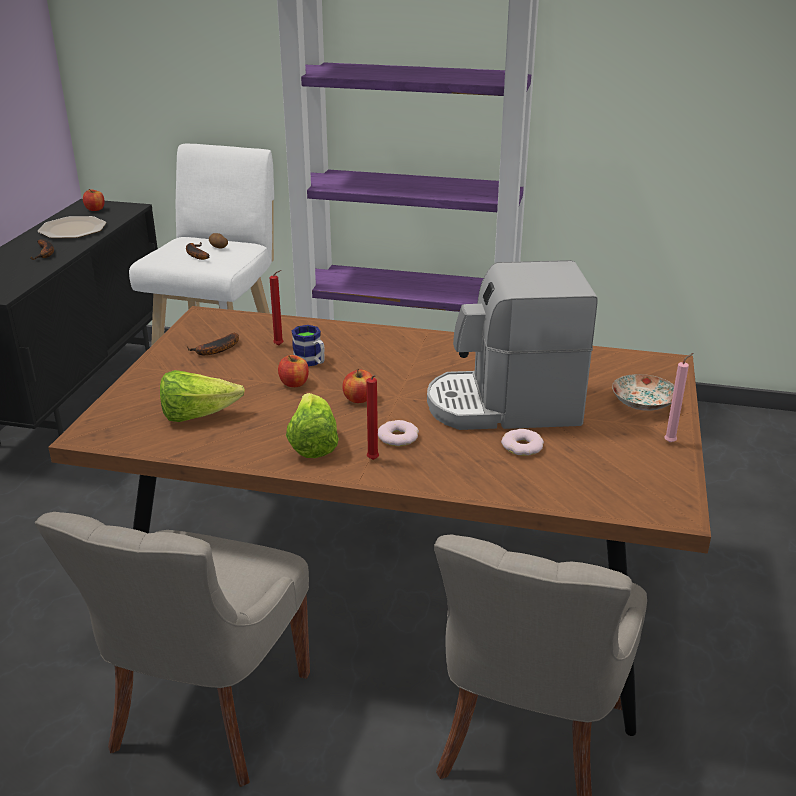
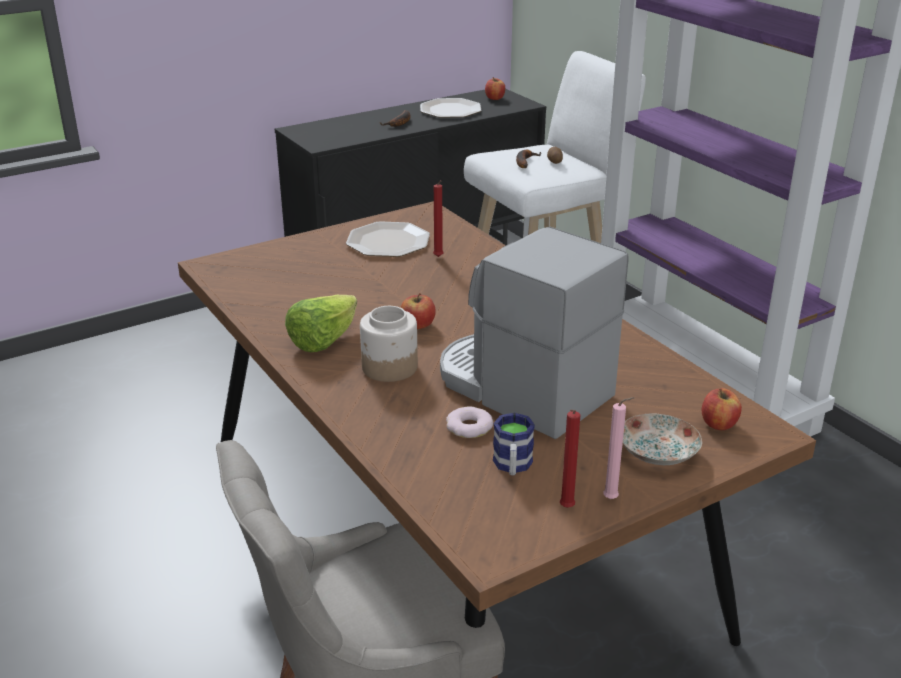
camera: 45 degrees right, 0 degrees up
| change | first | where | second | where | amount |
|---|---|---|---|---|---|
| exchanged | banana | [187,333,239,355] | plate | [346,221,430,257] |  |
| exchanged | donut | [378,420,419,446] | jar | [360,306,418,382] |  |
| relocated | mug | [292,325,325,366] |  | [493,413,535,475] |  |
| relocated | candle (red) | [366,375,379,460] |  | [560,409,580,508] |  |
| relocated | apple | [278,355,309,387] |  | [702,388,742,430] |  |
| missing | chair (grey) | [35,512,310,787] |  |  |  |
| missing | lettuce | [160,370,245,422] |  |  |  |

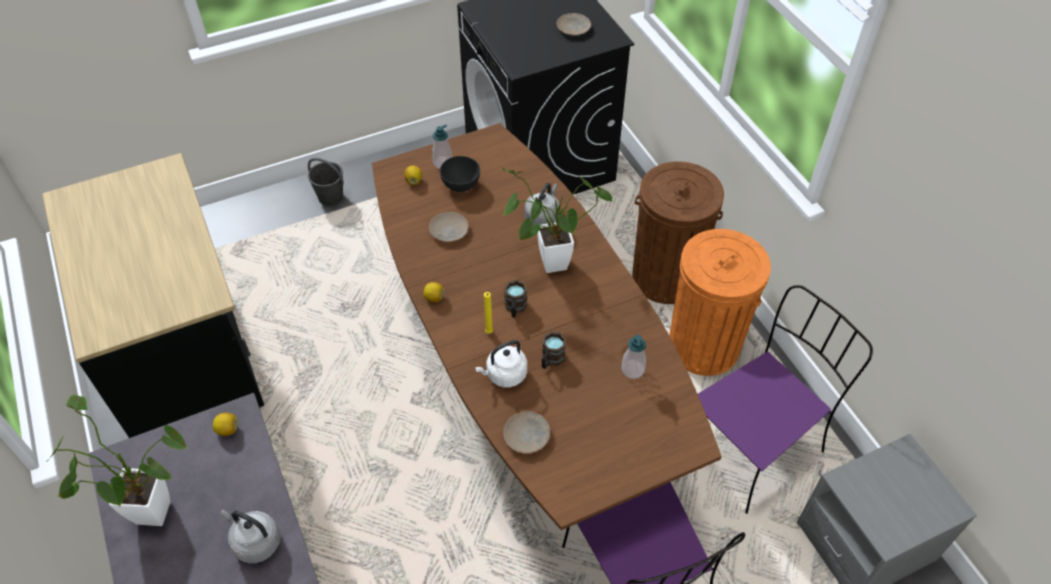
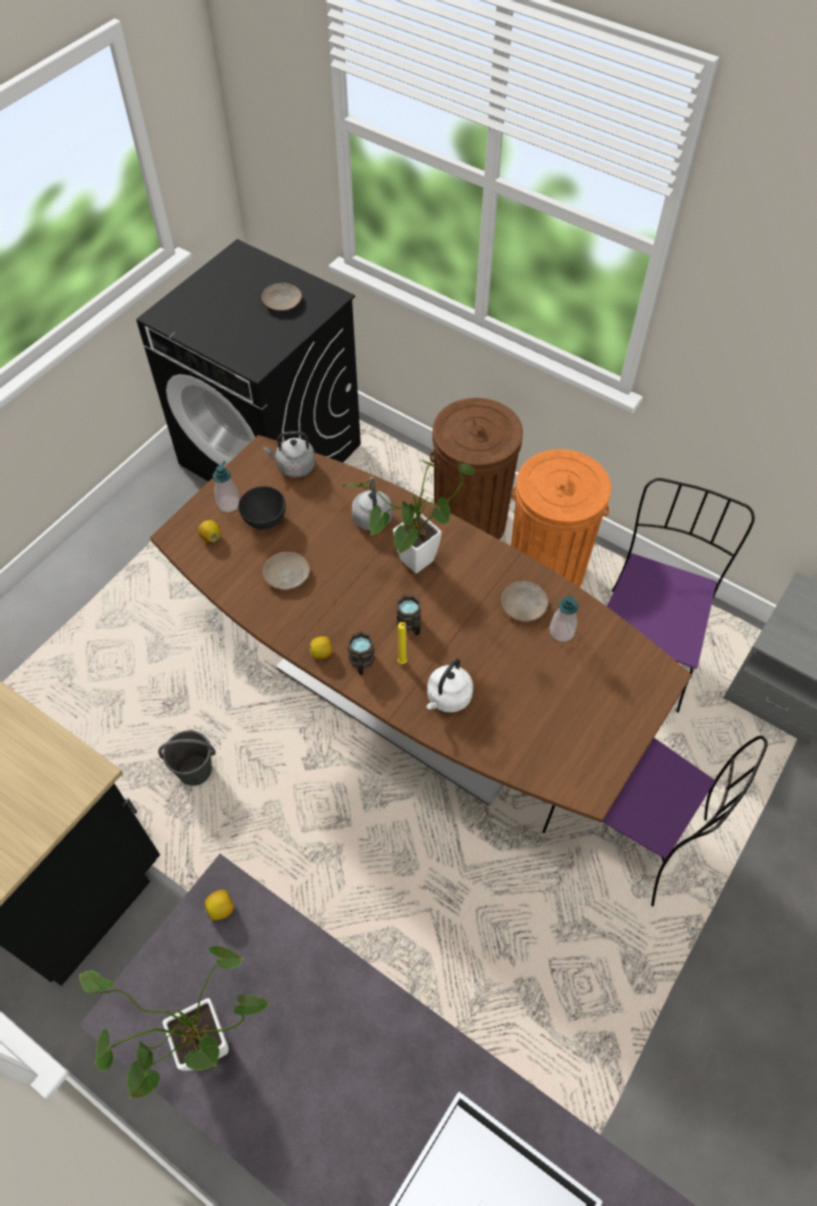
camera: 30 degrees left, 5 degrees up
| change | first | where | second | where | amount |
|---|---|---|---|---|---|
| relocated | bucket (grey) | [308,158,344,206] |  | [158,730,216,786] |  |
| relocated | kettle (grey) | [221,510,280,563] |  | [263,431,316,478] |  |
| relocated | mug (brown) | [542,332,566,369] |  | [347,631,375,675] |  |
| relocated | plate (beige) | [503,411,550,453] |  | [501,581,548,622] |  |

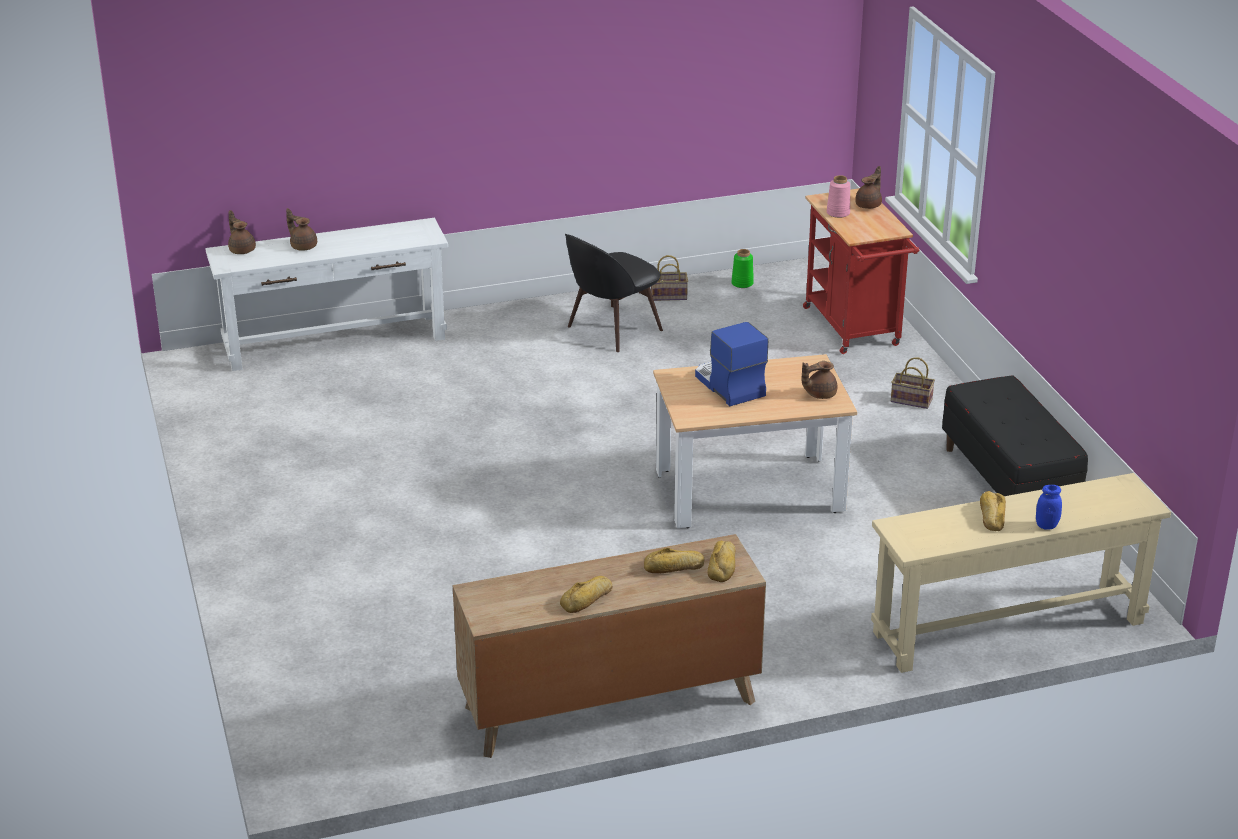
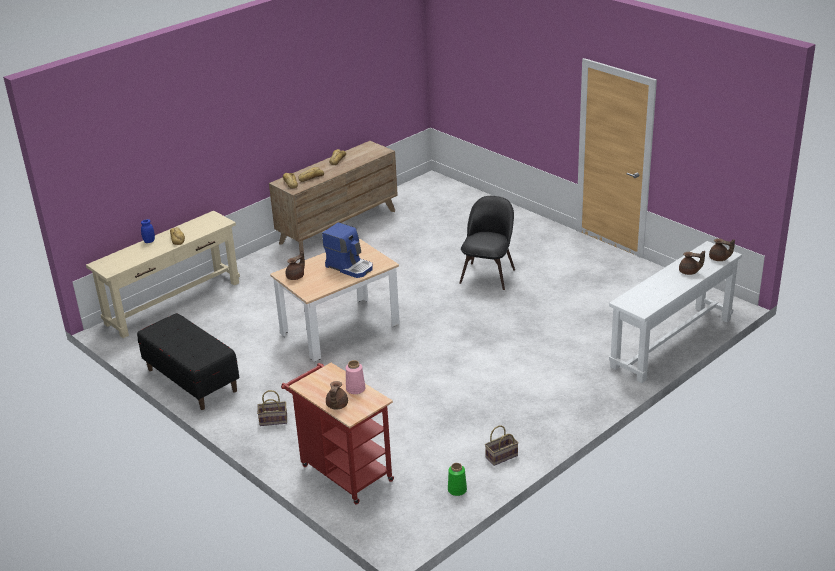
camera: 155 degrees right, 0 degrees up
| change | first | where | second | where | amount |
|---|---|---|---|---|---|
| relocated | chair (black) | [565,234,663,352] |  | [459,196,515,290] |  |

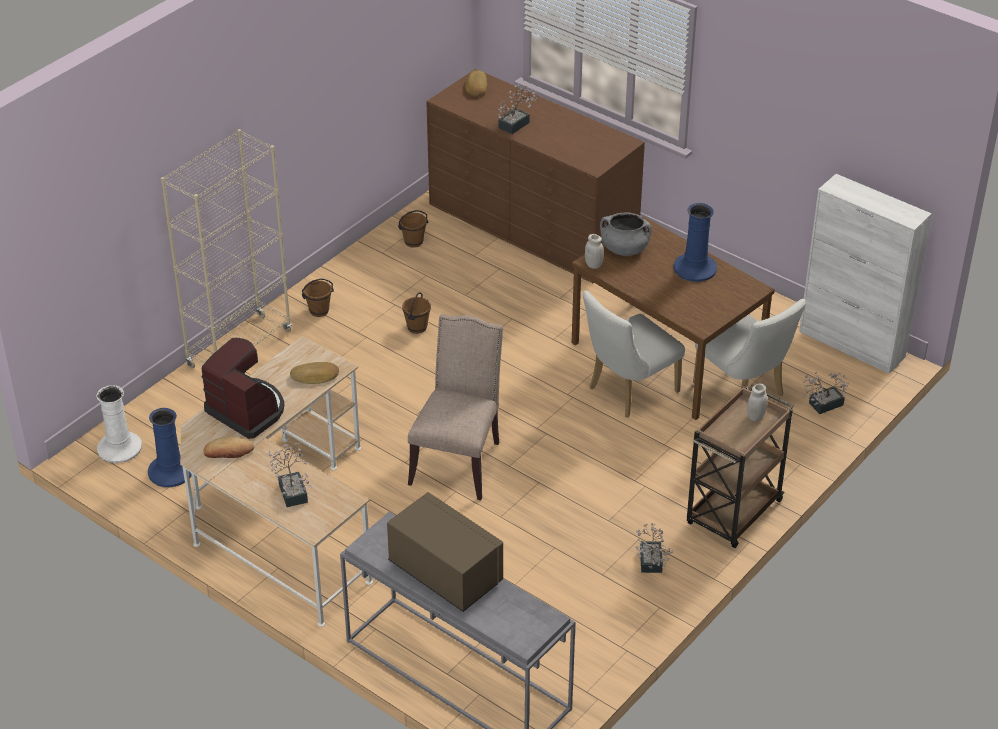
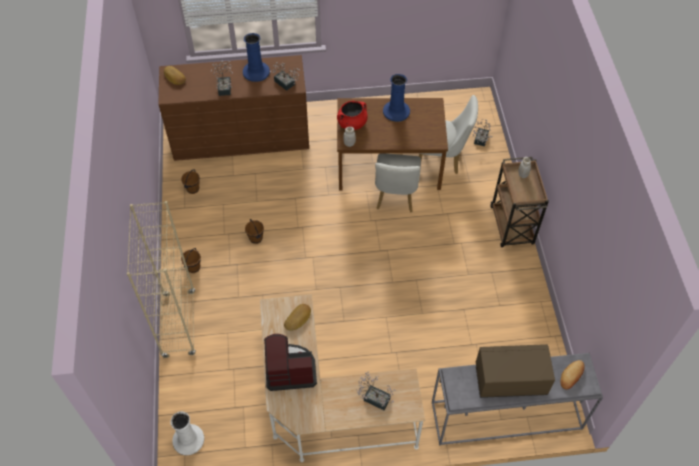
camera: 45 degrees left, 15 degrees up
| change | first | where | second | where | amount |
|---|---|---|---|---|---|
| relocated | vase (blue) | [148,408,192,488] |  | [243,33,270,82] |  |
| relocated | potted plant | [635,523,674,573] |  | [270,62,300,91] |  |
| colour | cooking pot (grey) | [600,212,652,256] | cooking pot (red) | [337,101,368,130] |  |
| relocated | bread | [203,437,255,458] |  | [560,360,585,389] |  |
| missing | chair (beige) | [408,314,503,500] |  |  |  |
| missing | cabinet (white) | [799,174,932,374] |  |  |  |

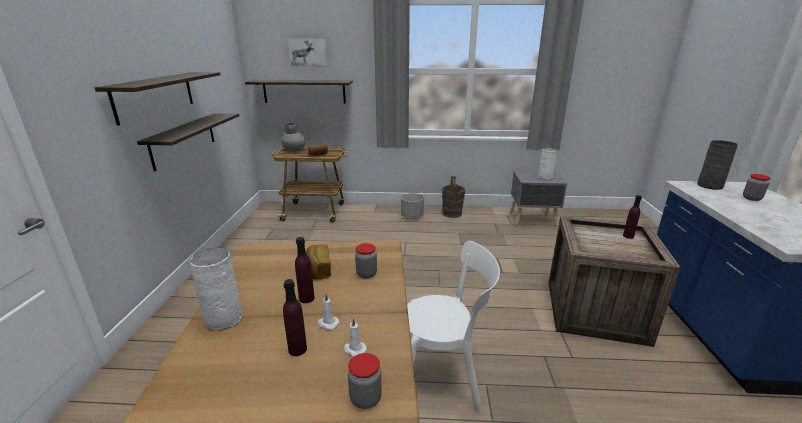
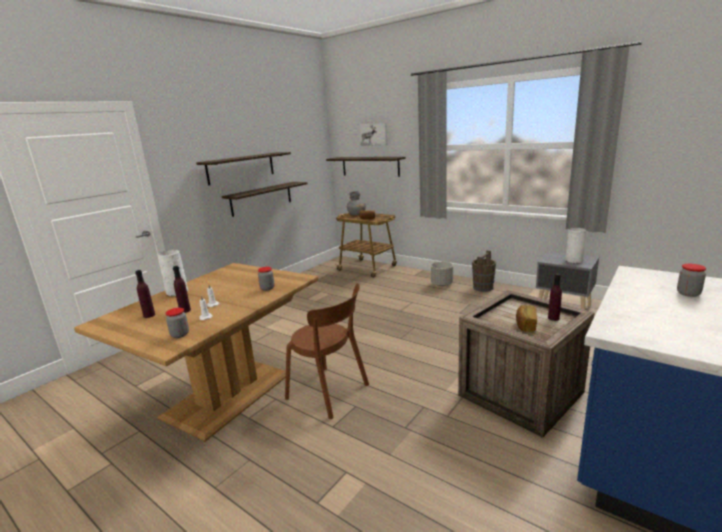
camera: 35 degrees right, 5 degrees down
| change | first | where | second | where | amount |
|---|---|---|---|---|---|
| relocated | bottle (purple) | [295,237,315,303] |  | [135,270,155,318] |  |
| colour | chair (white) | [407,241,500,413] | chair (brown) | [285,283,369,420] |  |
| relocated | bread | [306,244,331,280] |  | [516,305,537,332] |  |
| missing | vase (grey) | [697,140,738,190] |  |  |  |

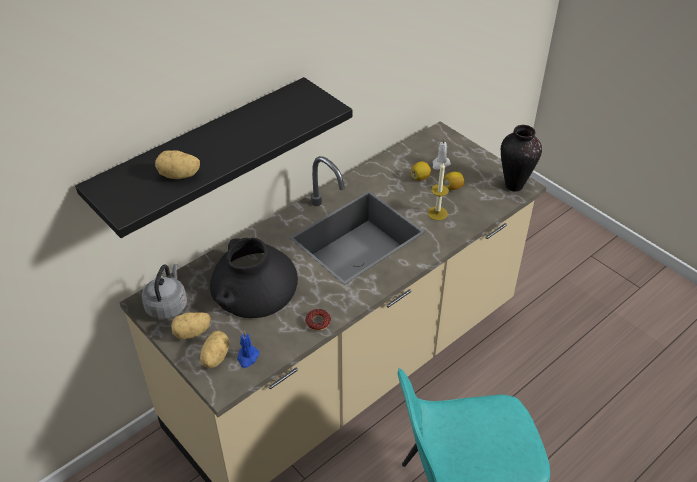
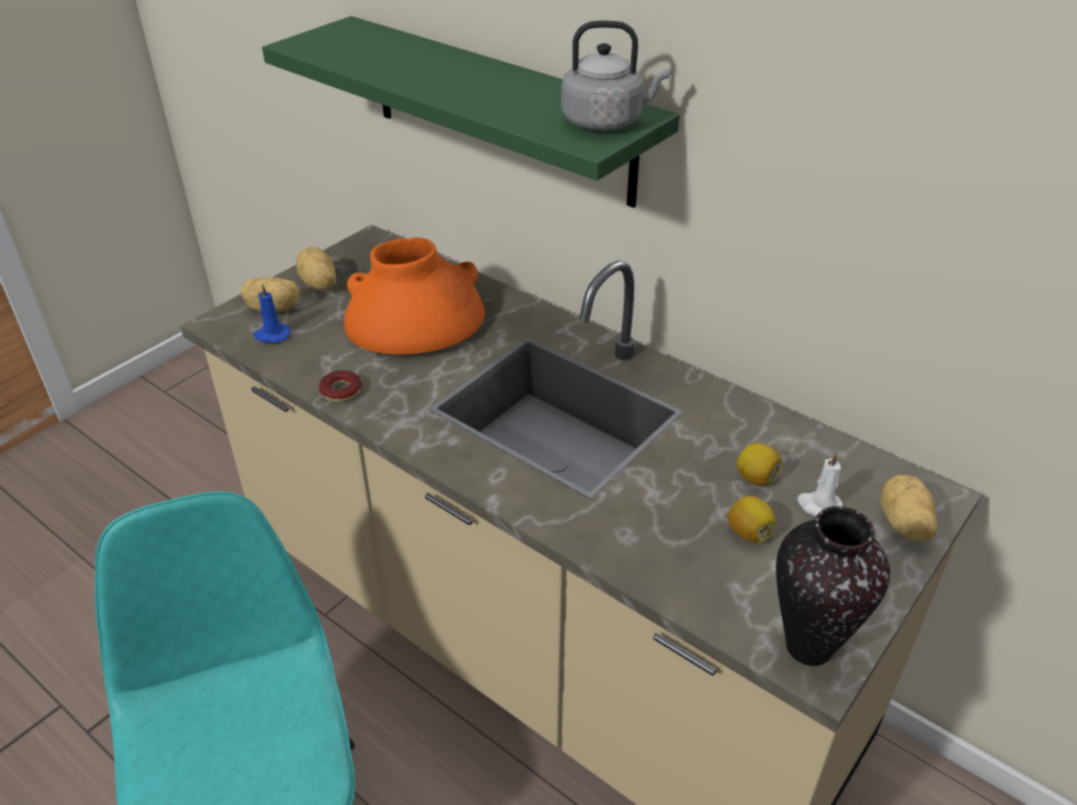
camera: 80 degrees right, 5 degrees down
| change | first | where | second | where | amount |
|---|---|---|---|---|---|
| colour | shelf (black) | [75,77,352,238] | shelf (green) | [262,16,680,208] |  |
| colour | vase (black) | [210,238,298,318] | vase (orange) | [344,238,485,355] |  |
| relocated | kettle (grey) | [142,264,187,320] |  | [561,21,670,131] |  |
| relocated | potato | [155,150,200,179] |  | [880,475,937,541] |  |
| missing | candle | [427,163,449,220] |  |  |  |

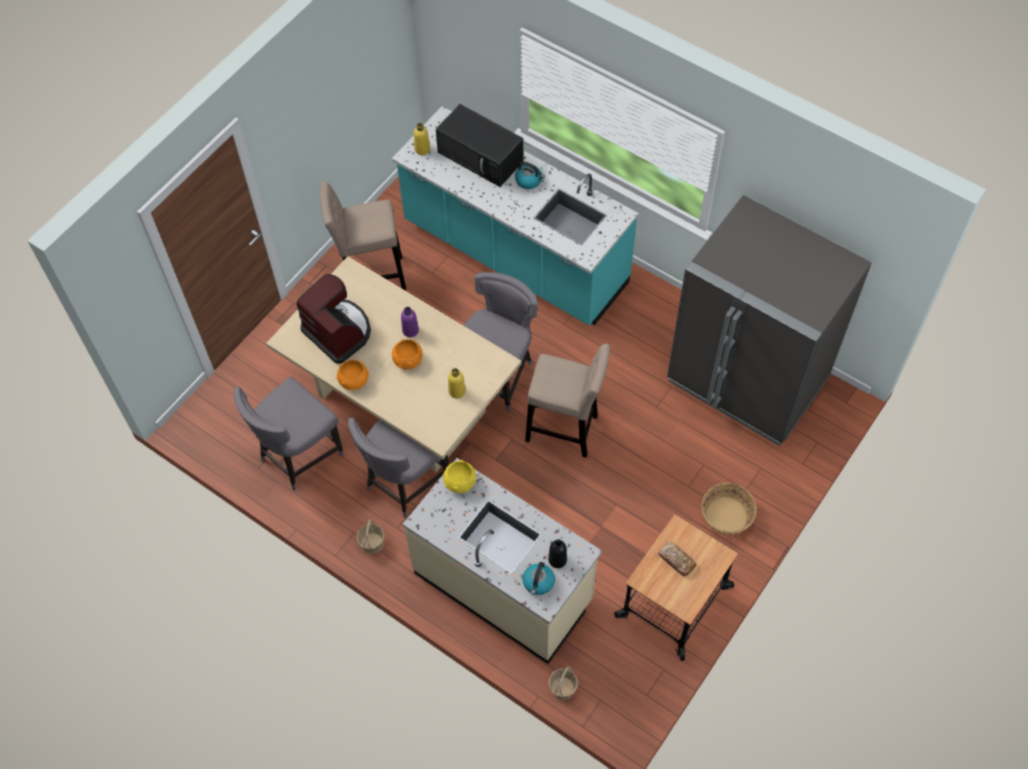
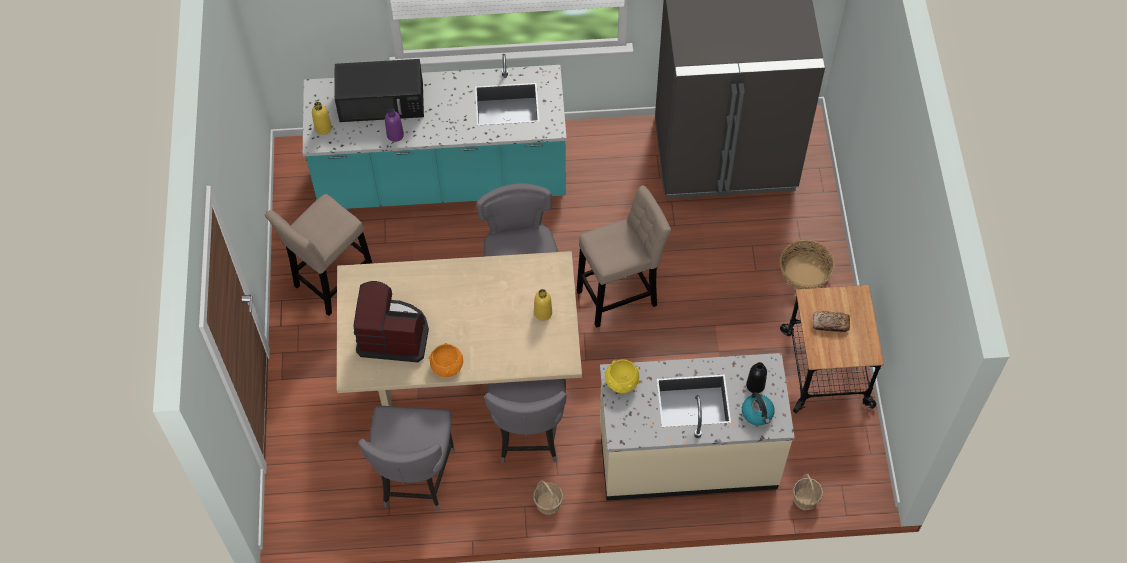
camera: 40 degrees left, 0 degrees up
| change | first | where | second | where | amount |
|---|---|---|---|---|---|
| relocated | bottle (purple) | [401,307,419,337] |  | [385,109,404,142] |  |
| missing | bowl (orange) | [392,339,423,370] |  |  |  |
| missing | kettle | [515,162,545,189] |  |  |  |

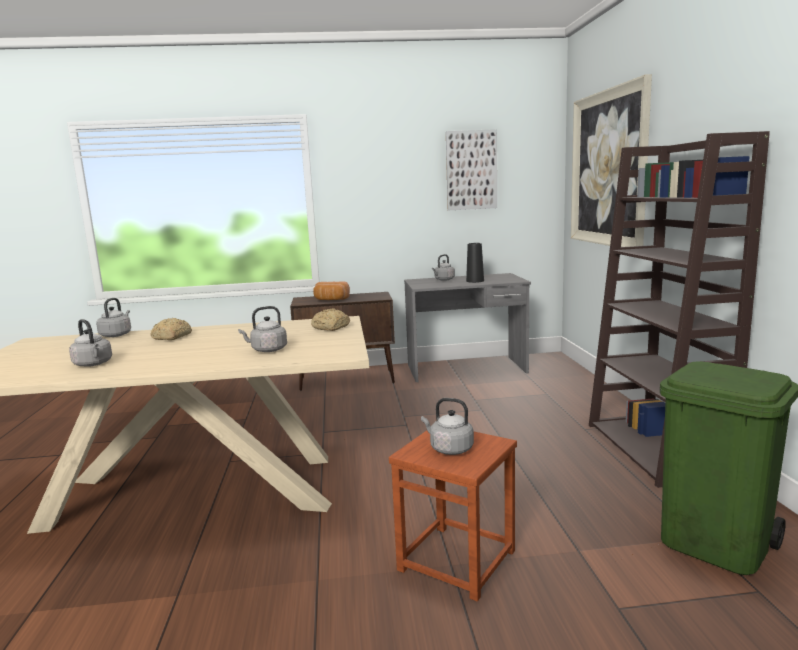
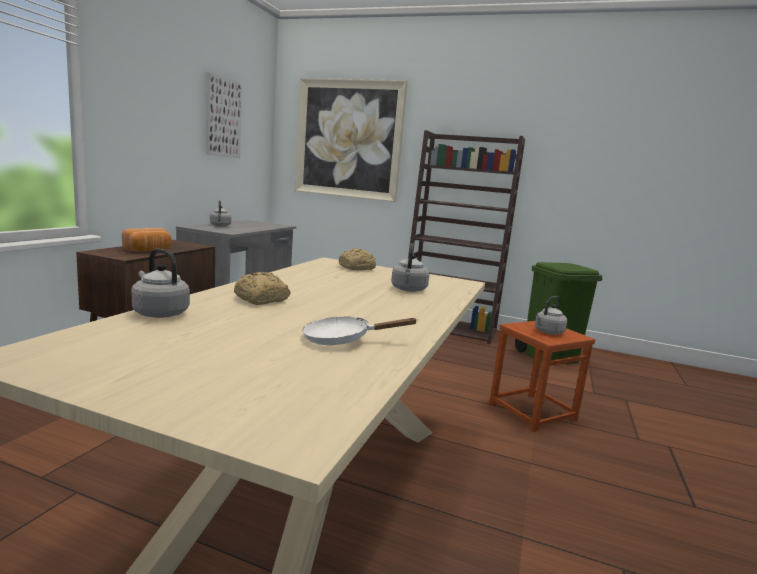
camera: 65 degrees left, 0 degrees up
| change | first | where | second | where | amount |
|---|---|---|---|---|---|
| exchanged | kettle (grey) | [69,319,112,367] | frying pan (white) | [303,316,418,345] |  |
| missing | vase (black) | [466,243,484,283] |  |  |  |

